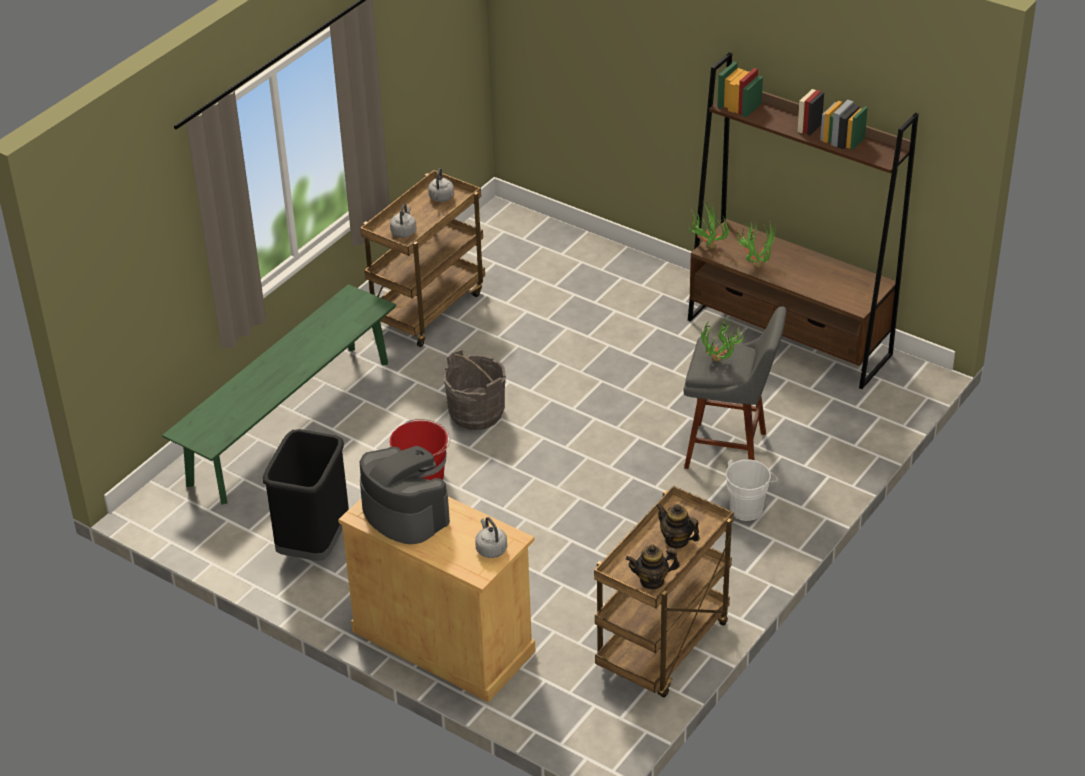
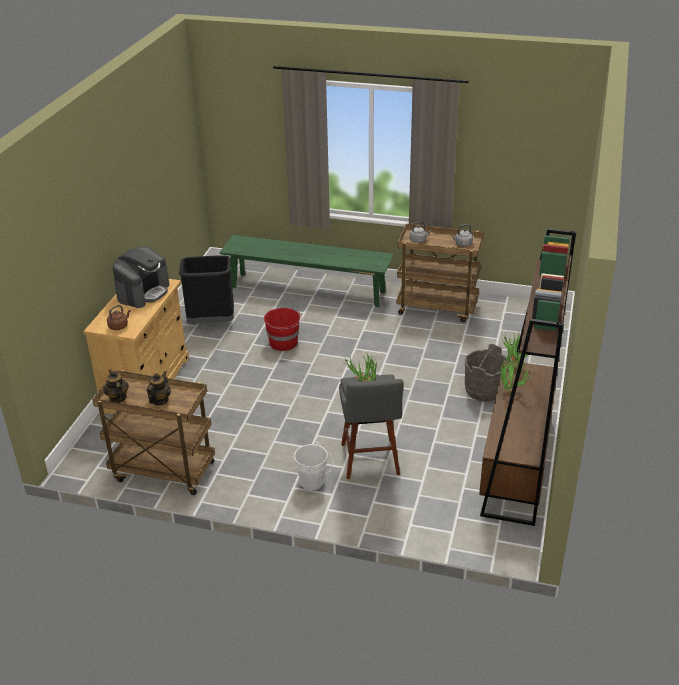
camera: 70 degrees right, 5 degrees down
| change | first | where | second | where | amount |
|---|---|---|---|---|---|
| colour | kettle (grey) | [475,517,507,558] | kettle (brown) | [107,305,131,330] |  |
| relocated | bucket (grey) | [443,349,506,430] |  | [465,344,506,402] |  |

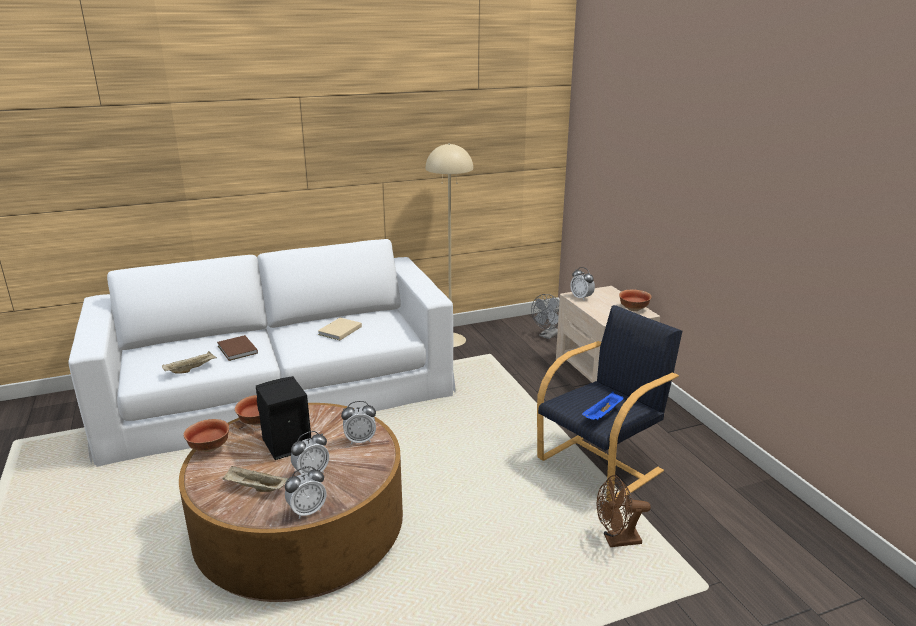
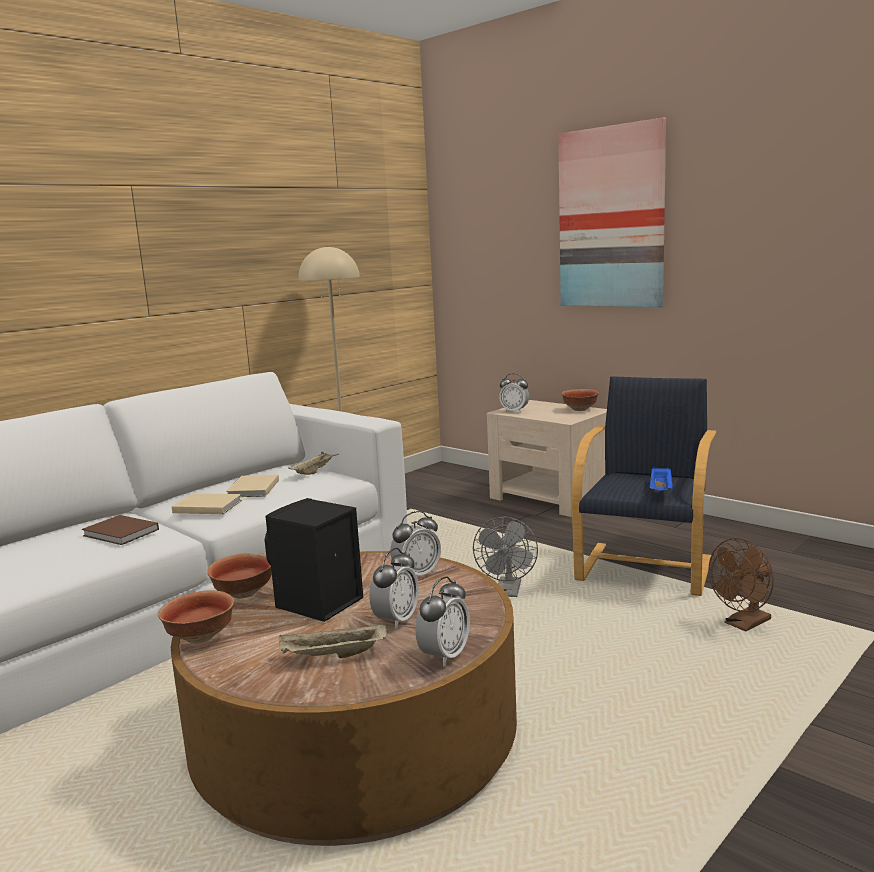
camera: 25 degrees left, 10 degrees down
| change | first | where | second | where | amount |
|---|---|---|---|---|---|
| appeared |  |  | book (beige) | [172,493,242,514] |  |
| relocated | tray (beige) | [162,351,217,374] |  | [288,451,339,475] |  |
| relocated | fan (grey) | [531,294,559,339] |  | [473,517,538,597] |  |
| appeared |  |  | picture | [558,117,666,307] |  |

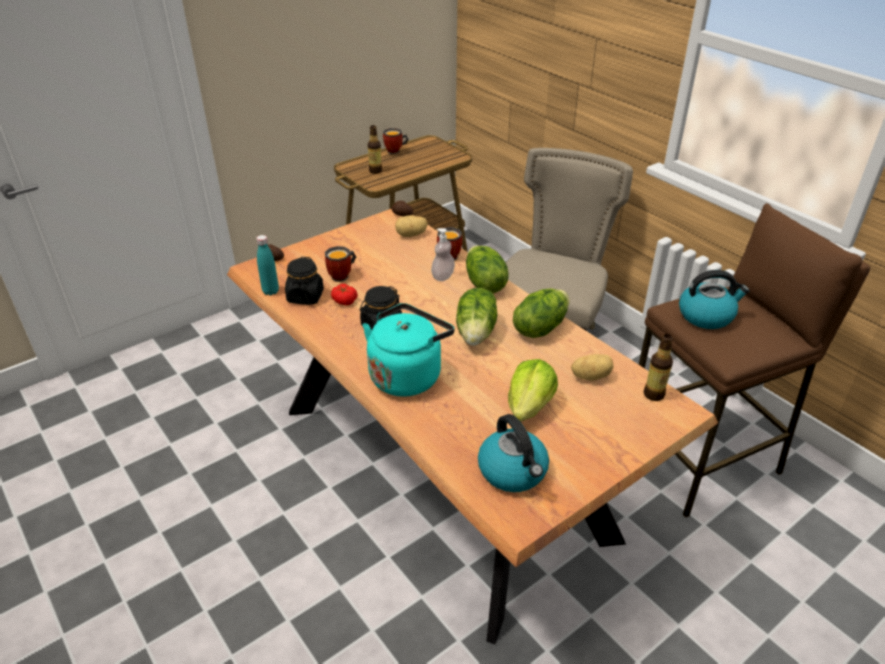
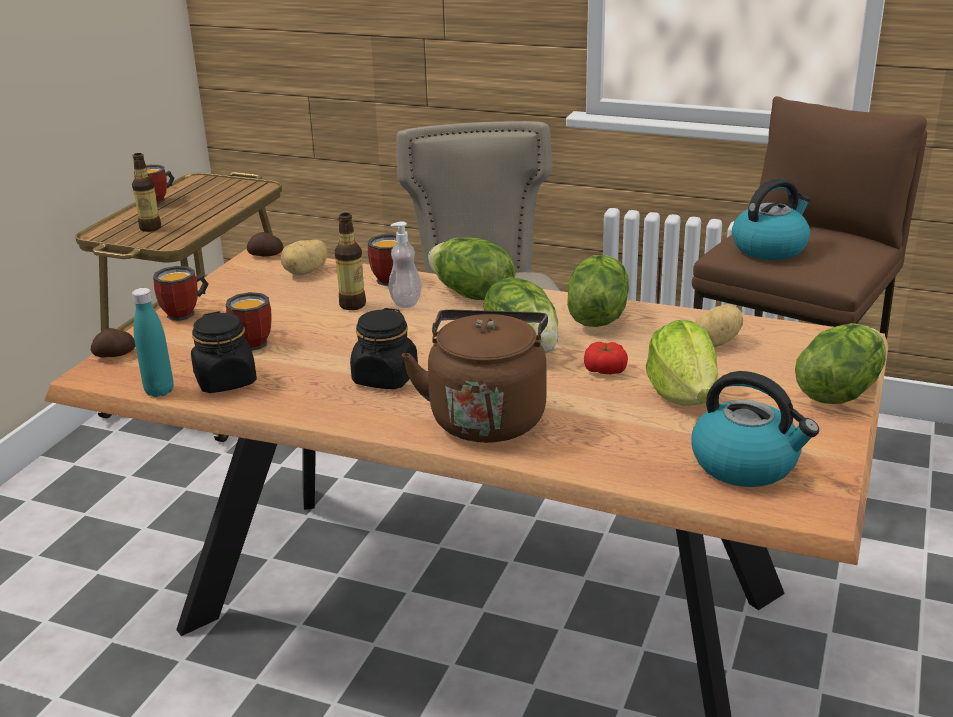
camera: 30 degrees left, 10 degrees down
| change | first | where | second | where | amount |
|---|---|---|---|---|---|
| appeared |  |  | mug | [153,266,209,321] |  |
| relocated | bottle | [644,334,673,401] |  | [335,213,366,310] |  |
| colour | kettle (turquoise) | [363,303,454,397] | kettle (brown) | [402,310,548,443] |  |
| relocated | tomato | [331,284,358,306] |  | [584,342,628,374] |  |
| appeared |  |  | lettuce | [795,323,886,404] |  |

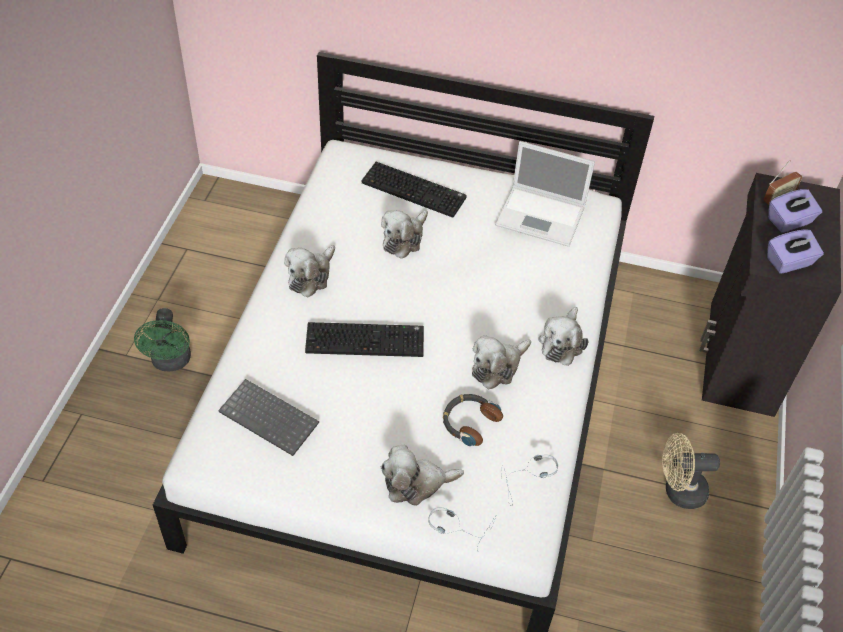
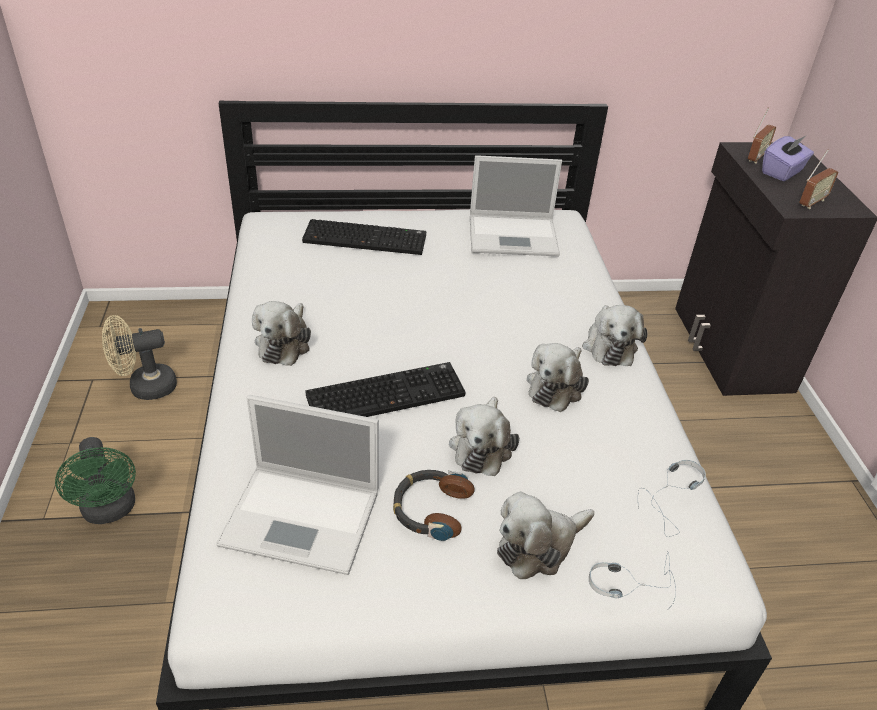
camera: 20 degrees left, 10 degrees down
| change | first | where | second | where | amount |
|---|---|---|---|---|---|
| relocated | fan (beige) | [662,433,720,509] |  | [102,315,177,400] |  |
| exchanged | keyboard | [218,379,319,456] | laptop | [216,395,379,575] |  |
| relocated | headphones | [443,394,503,446] |  | [393,470,475,541] |  |
| relocated | plush toy | [381,210,428,259] |  | [449,397,519,476] |  |
| exchanged | tissue box (purple) | [767,229,824,274] | radio | [800,150,838,209] |  |

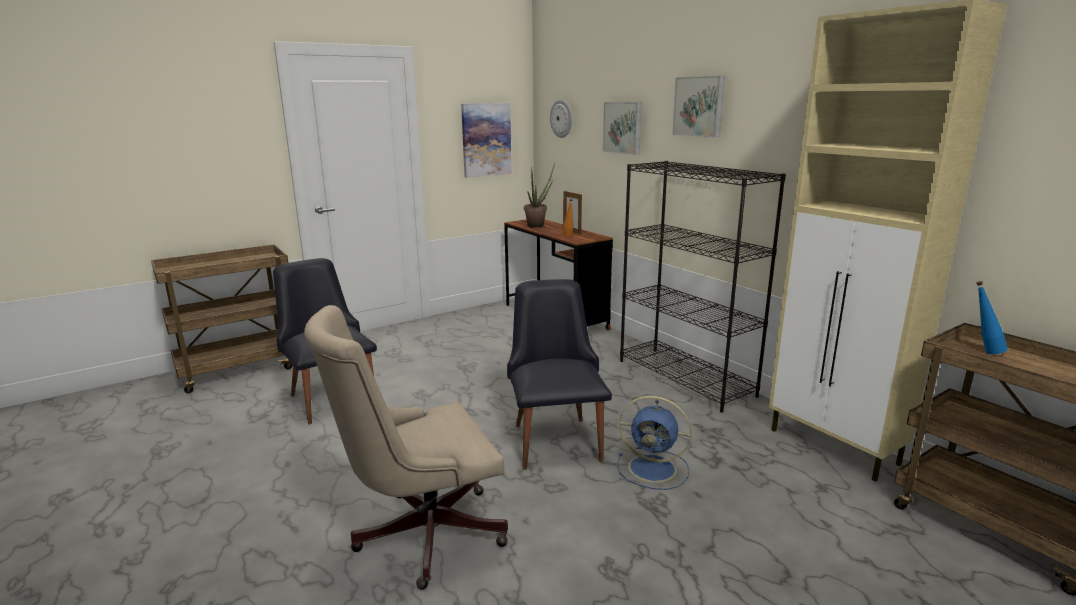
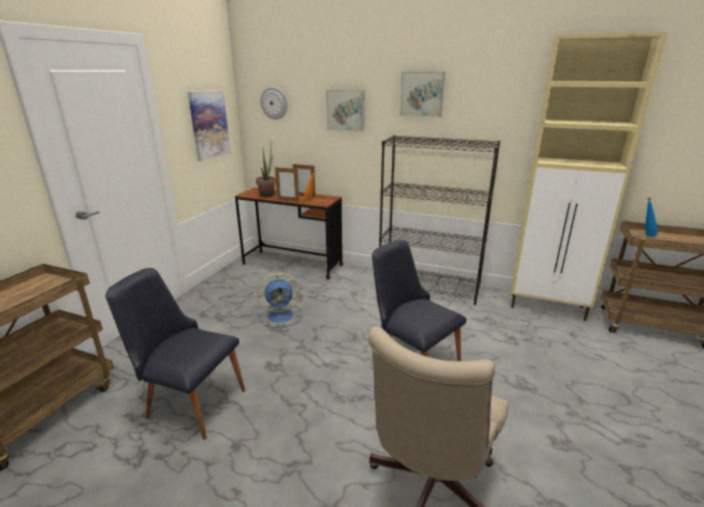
camera: 35 degrees left, 5 degrees up
| change | first | where | second | where | amount |
|---|---|---|---|---|---|
| relocated | fan (blue) | [617,396,692,490] |  | [257,273,302,328] |  |
| appeared |  |  | picture frame | [275,166,299,202] |  |

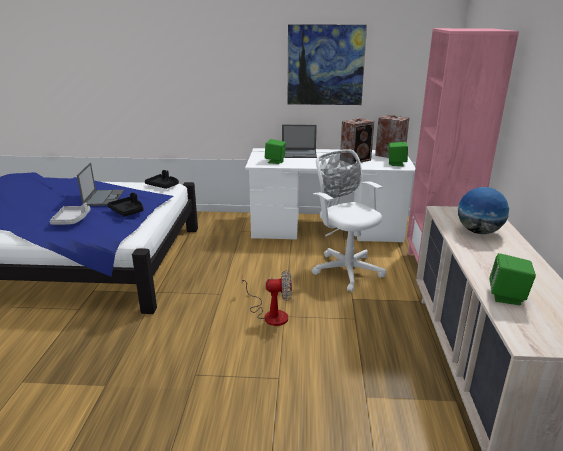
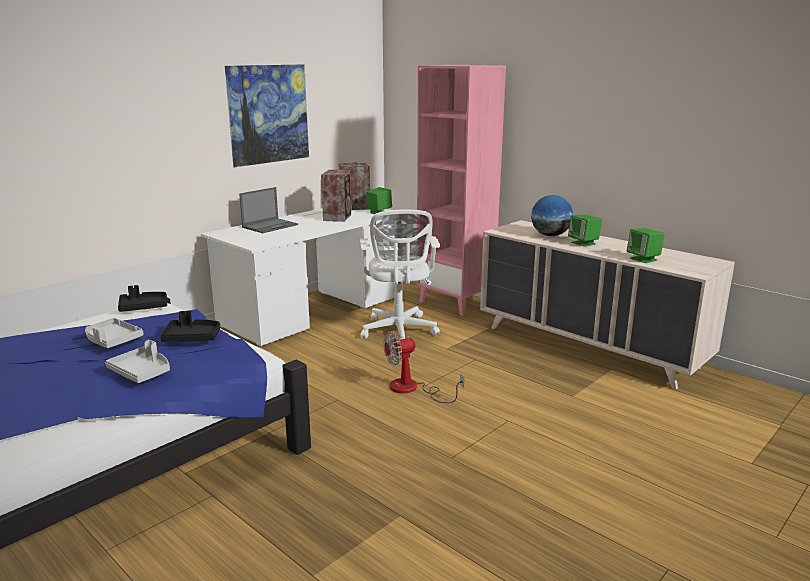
camera: 50 degrees left, 5 degrees down
| change | first | where | second | where | amount |
|---|---|---|---|---|---|
| exchanged | laptop | [77,163,124,206] | tray (grey) | [85,318,144,348] |  |
| spun | office chair (white) | [312,149,386,292] |  | [360,209,440,339] | 105 degrees counterclockwise |
| spun | fan | [242,270,292,326] |  | [383,331,464,403] | 150 degrees counterclockwise |
| relocated | speaker (green) | [265,139,286,164] |  | [568,215,602,247] |  |

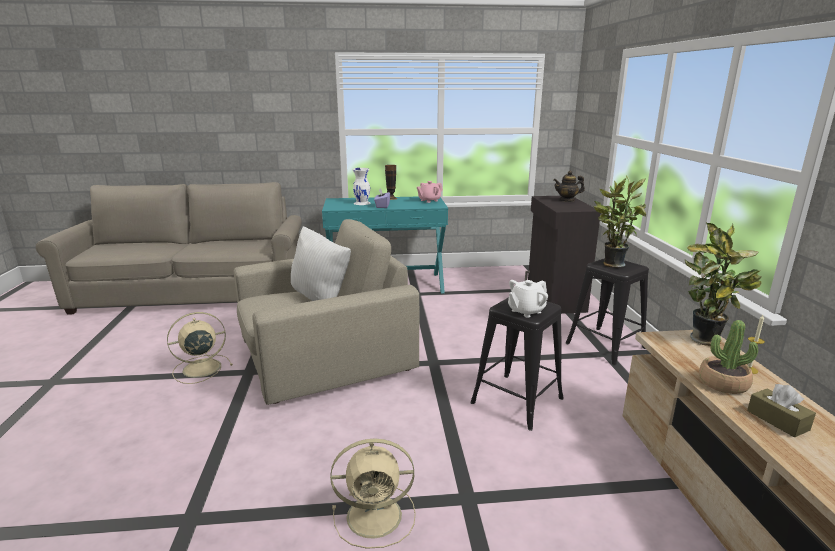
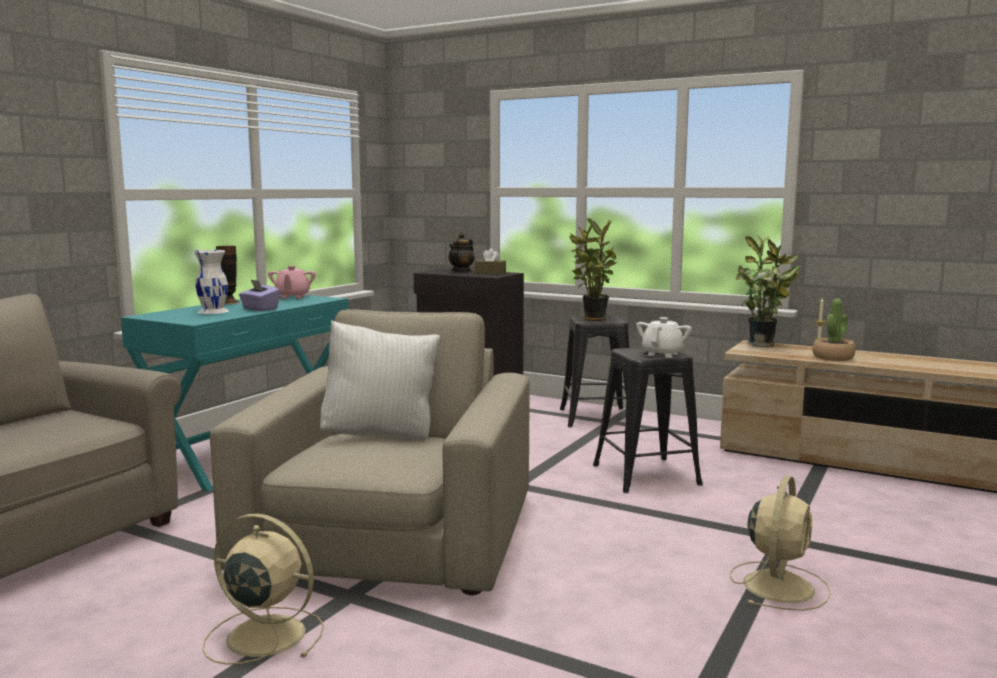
camera: 55 degrees left, 10 degrees down
| change | first | where | second | where | amount |
|---|---|---|---|---|---|
| spun | fan (beige) | [167,312,233,384] |  | [202,513,324,665] | 105 degrees clockwise |
| relocated | tissue box (brown) | [747,384,816,437] |  | [475,248,506,274] |  |
| spun | teapot (white) | [508,280,548,318] |  | [636,317,691,358] | 150 degrees counterclockwise |

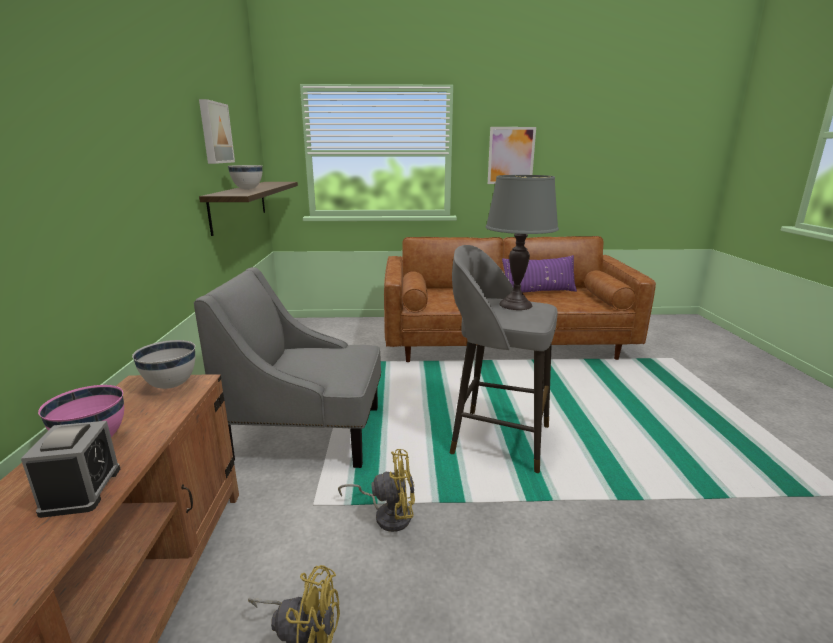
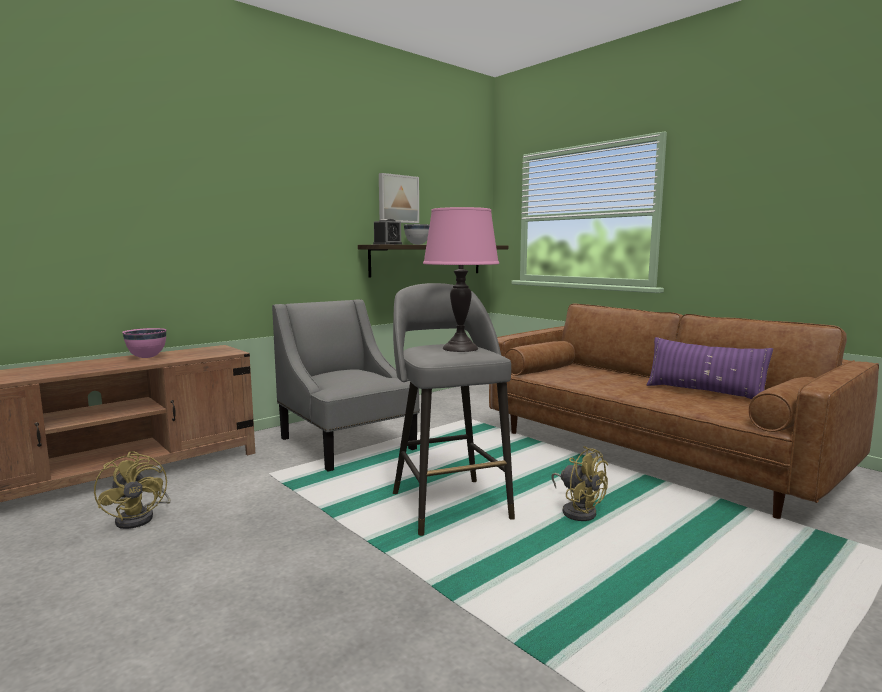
camera: 50 degrees right, 10 degrees down
| change | first | where | second | where | amount |
|---|---|---|---|---|---|
| relocated | alarm clock | [21,421,120,518] |  | [373,219,402,245] |  |
| colour | table lamp (grey) | [485,175,559,310] | table lamp (pink) | [423,207,499,352] |  |
| relocated | fan (yellow) | [338,449,415,532] |  | [551,446,608,521] |  |
| missing | bowl (white) | [132,340,195,389] |  |  |  |
| missing | picture | [488,127,536,184] |  |  |  |

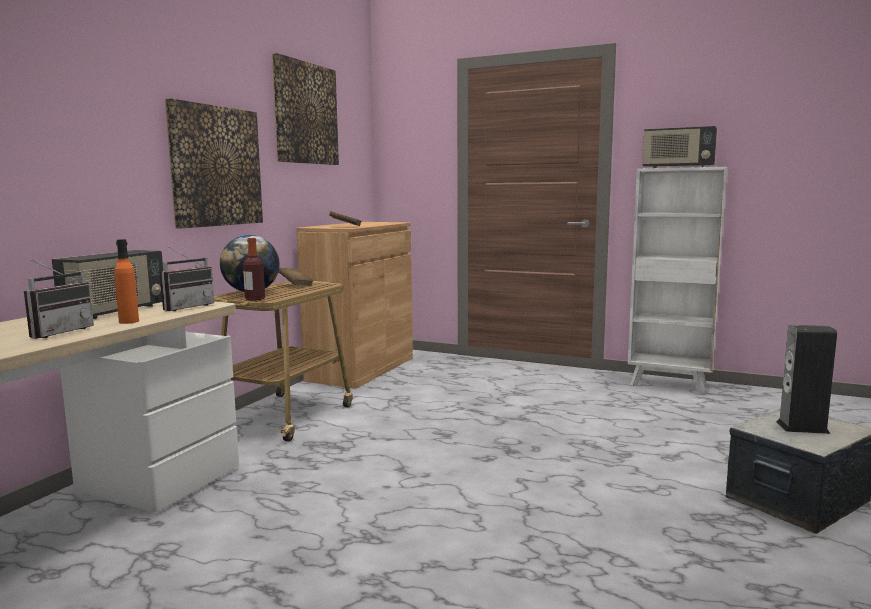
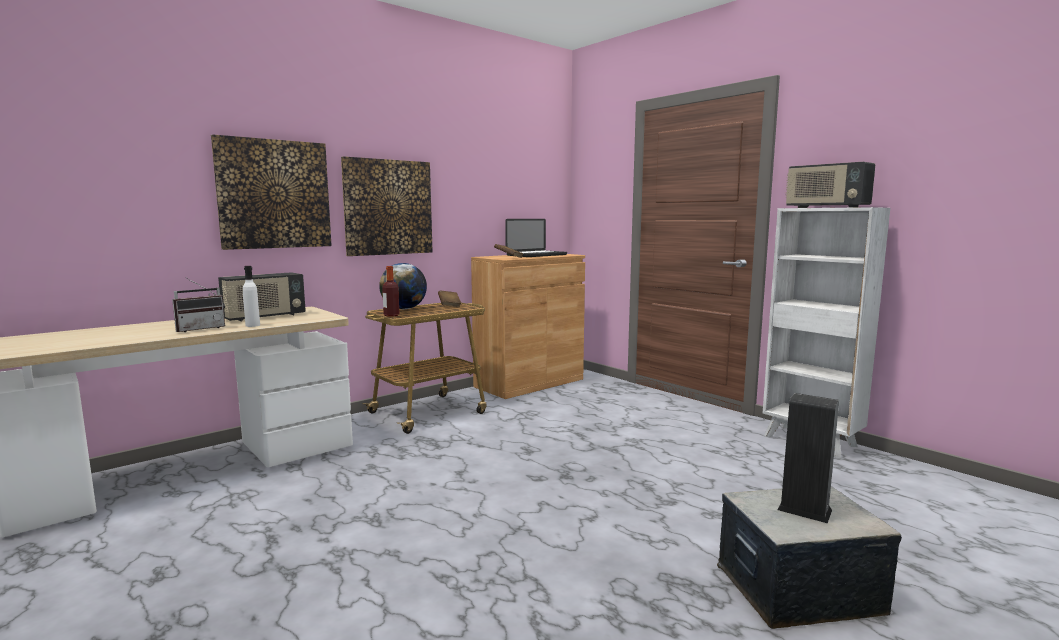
camera: 25 degrees right, 0 degrees up
| change | first | where | second | where | amount |
|---|---|---|---|---|---|
| relocated | picture | [272,53,339,165] |  | [211,135,332,250] |  |
| colour | bottle (orange) | [114,239,139,324] | bottle (white) | [243,266,260,327] |  |
| appeared |  |  | laptop | [505,219,567,257] |  |
| missing | radio | [160,248,214,311] |  |  |  |

